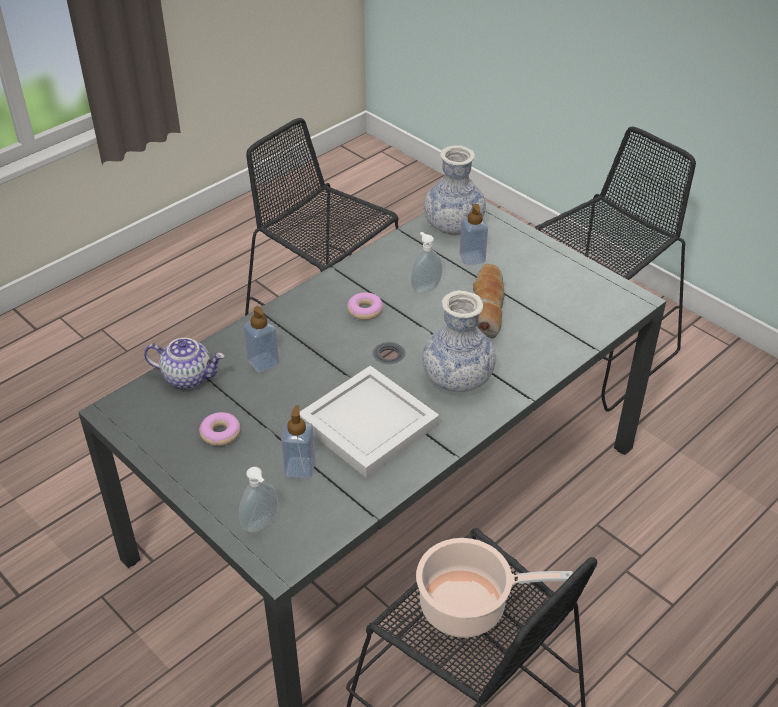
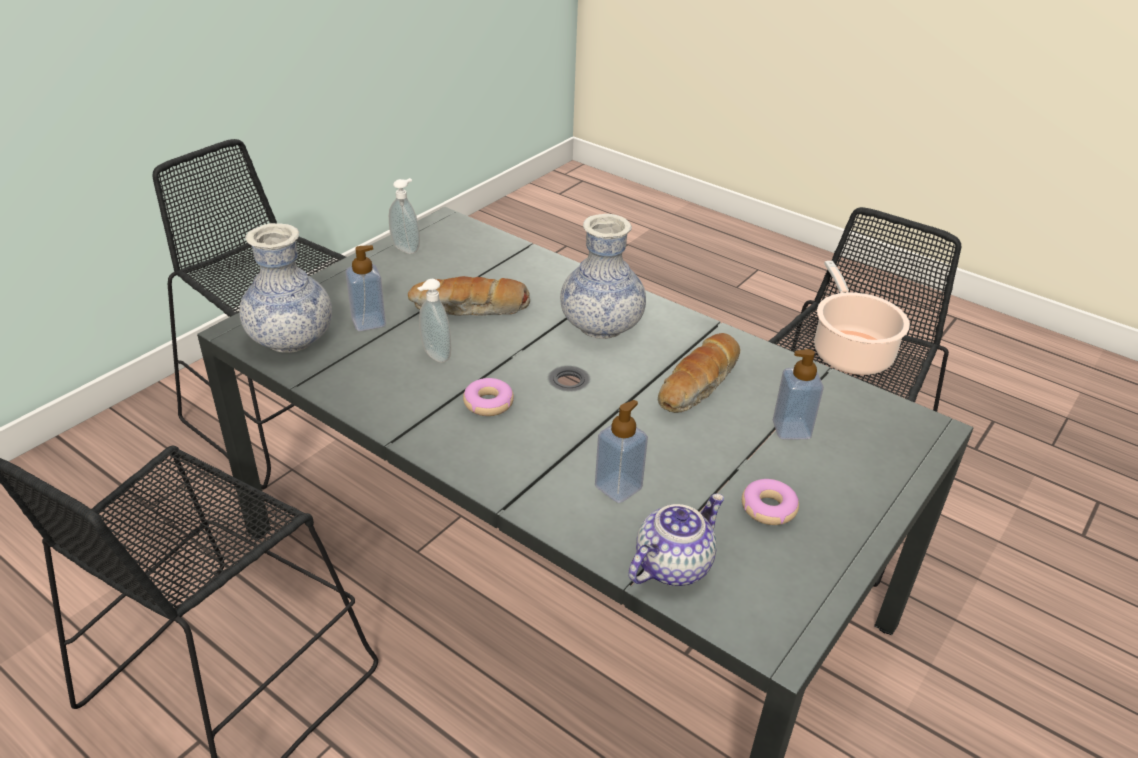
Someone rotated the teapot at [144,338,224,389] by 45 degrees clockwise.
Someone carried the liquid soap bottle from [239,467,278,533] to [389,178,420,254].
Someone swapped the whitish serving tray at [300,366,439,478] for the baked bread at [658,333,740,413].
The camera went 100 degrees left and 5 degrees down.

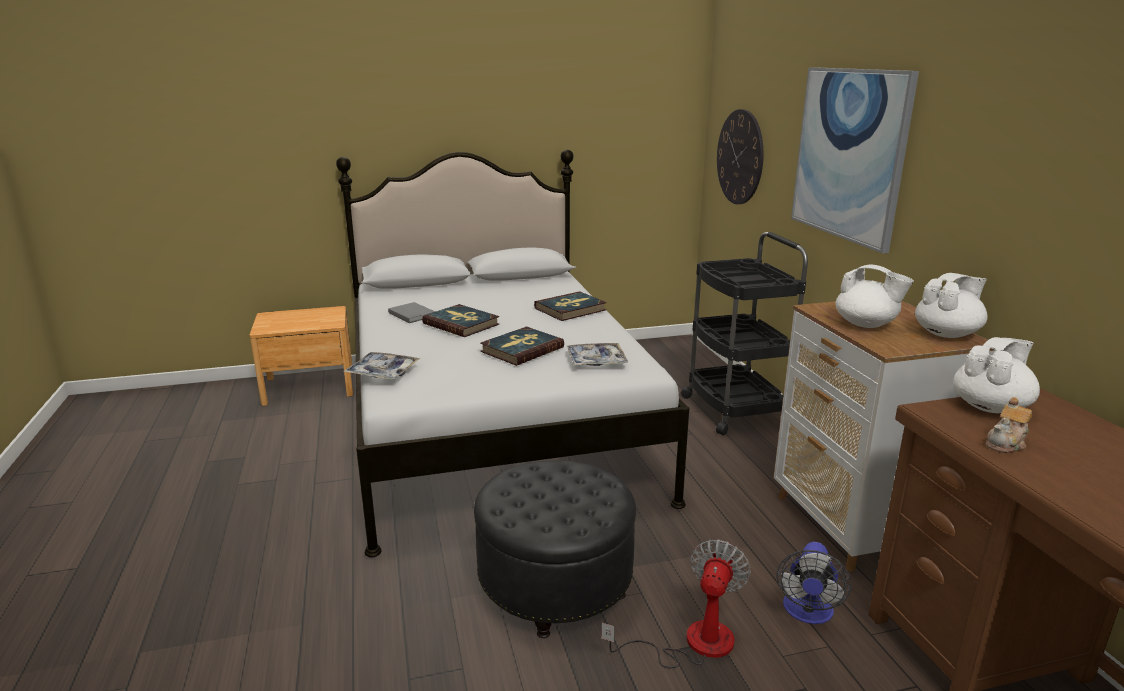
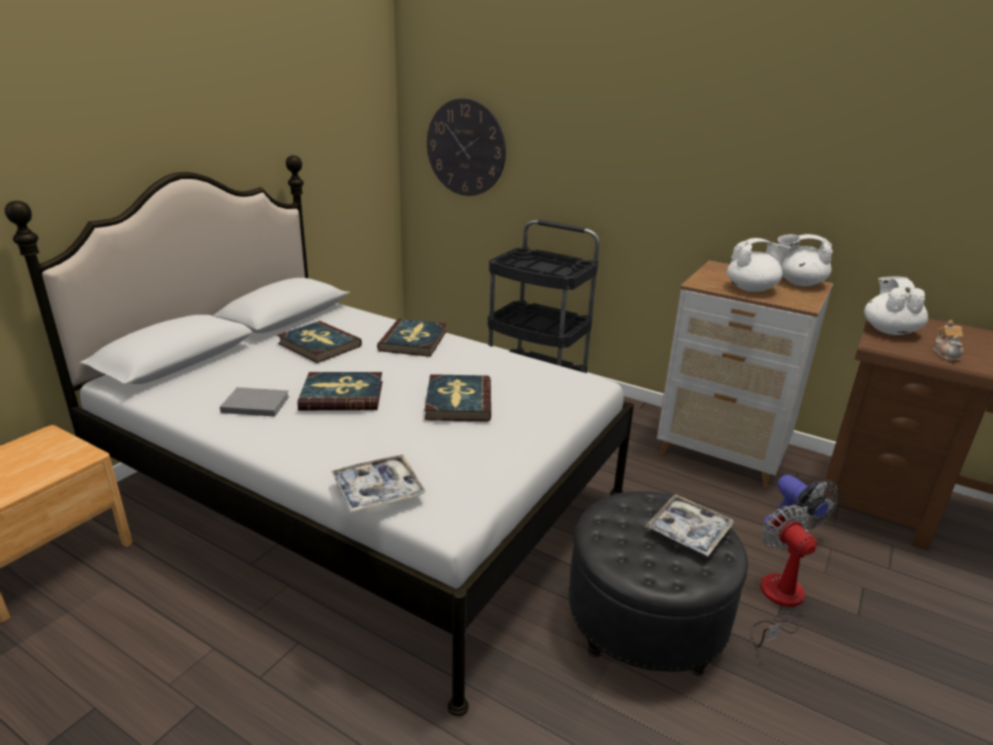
Someone carried the serving tray from [567,343,628,366] to [645,494,734,556].
Someone took away the wall picture at [791,67,919,254].
Someone rotated the whitish teapot at [915,273,988,338] by 90 degrees counterclockwise.
Someone put down the book at [277,321,362,363].
The camera went 45 degrees left and 5 degrees up.

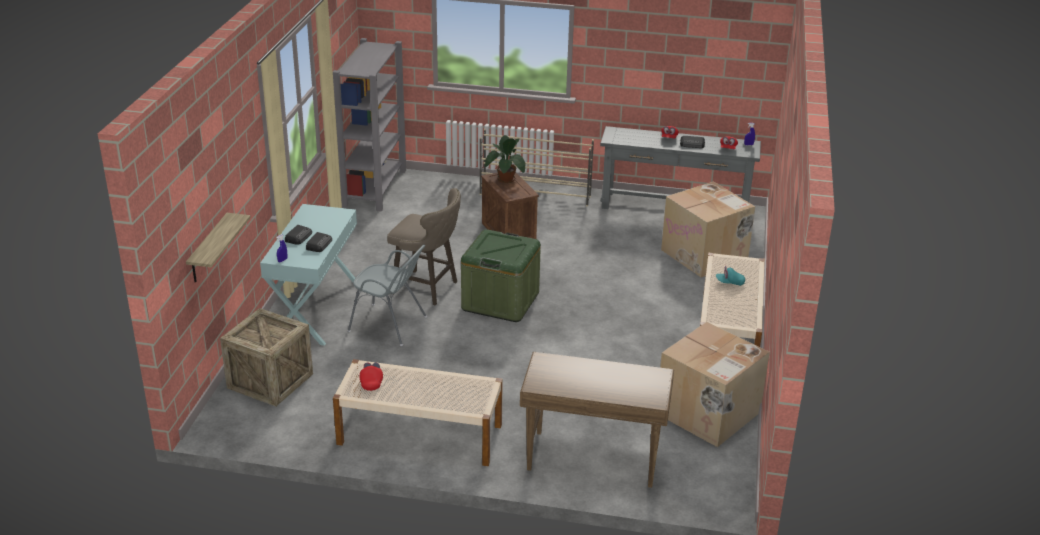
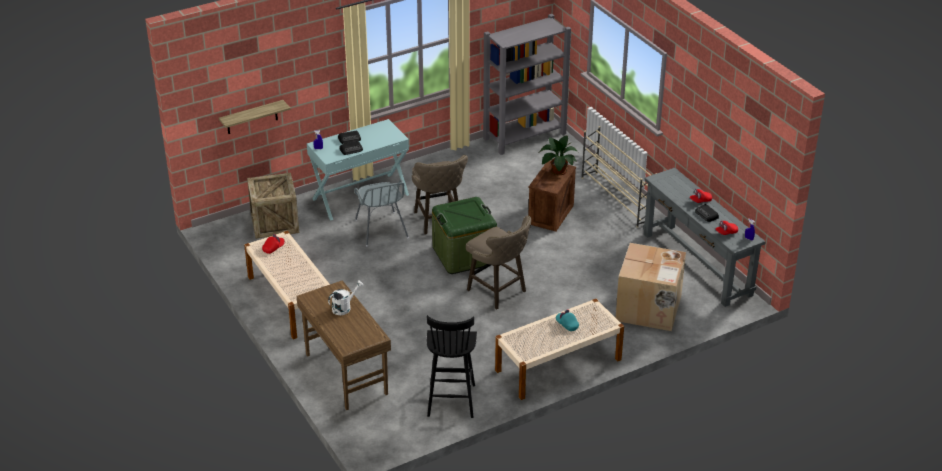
Someone swapped the carton at [660,322,770,447] for the blackish stool seat at [427,315,477,418].
Someone put down the whitish sprinkling can at [328,280,364,315].
Someone put down the beige stool seat at [466,216,531,309].
The camera went 50 degrees right and 5 degrees up.

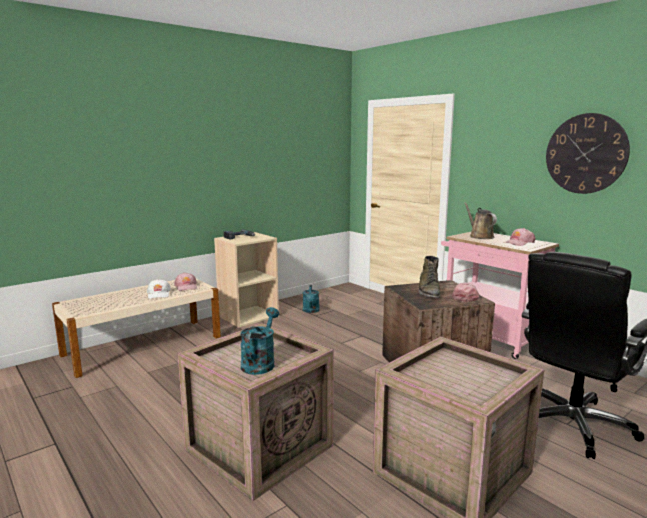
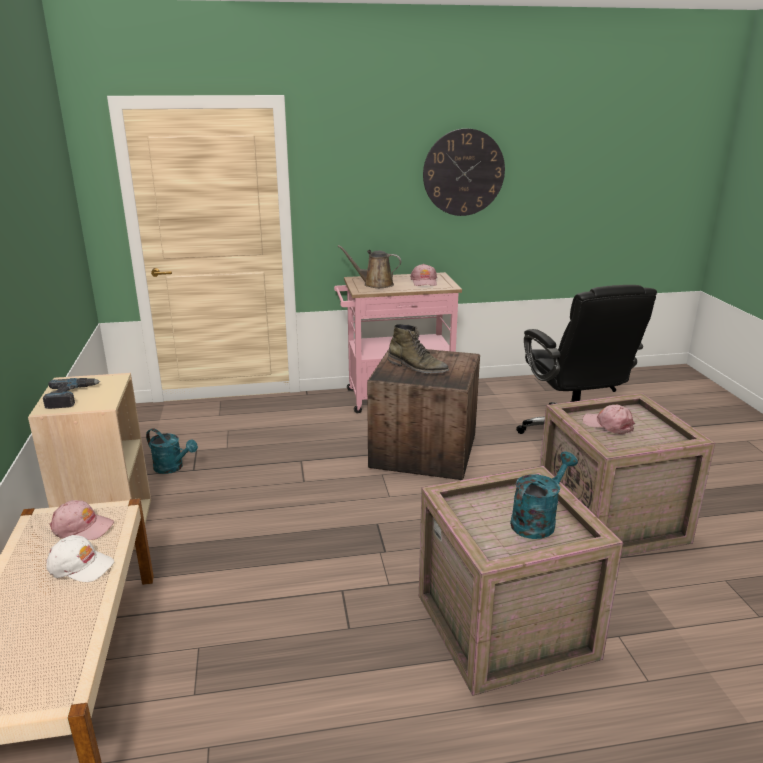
Someone rotated the turquoise-coloured sprinkling can at [240,307,279,375] by 90 degrees clockwise.
Someone carried the pink cap from [452,283,480,302] to [583,405,635,434].
The camera went 60 degrees left and 10 degrees up.

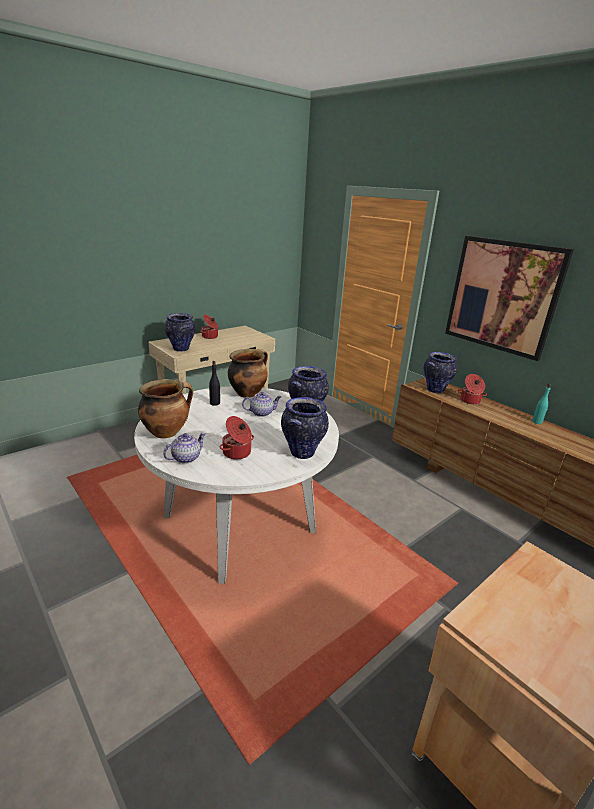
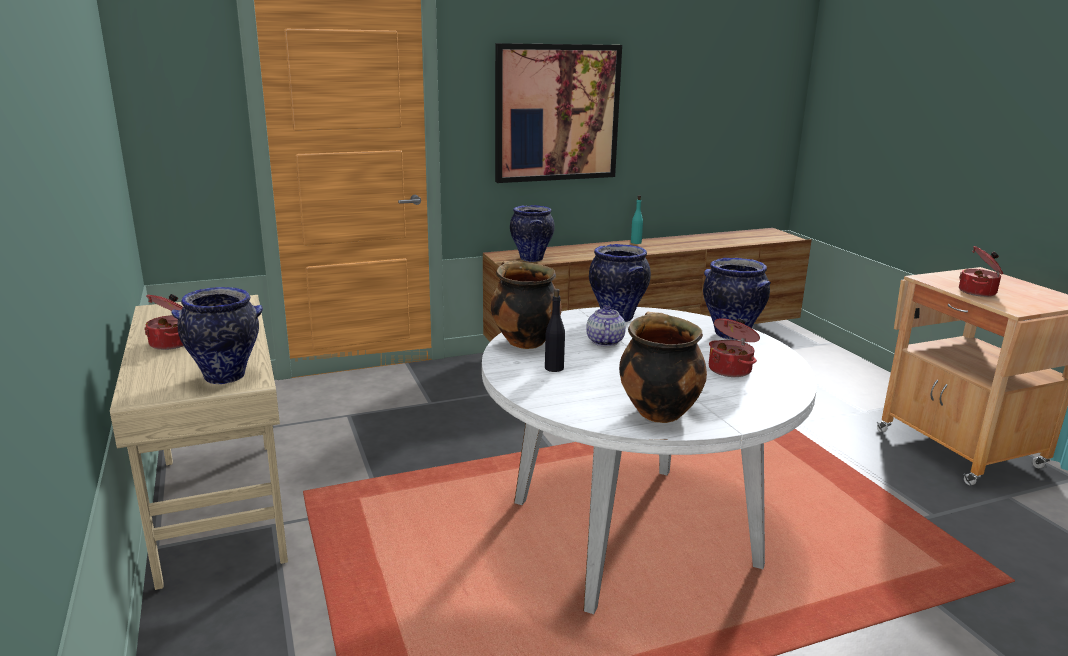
Someone took away the teapot at [163,432,206,463].
Someone carried the stockpot from [457,374,487,404] to [959,246,1003,297].
The camera went 70 degrees left and 5 degrees down.

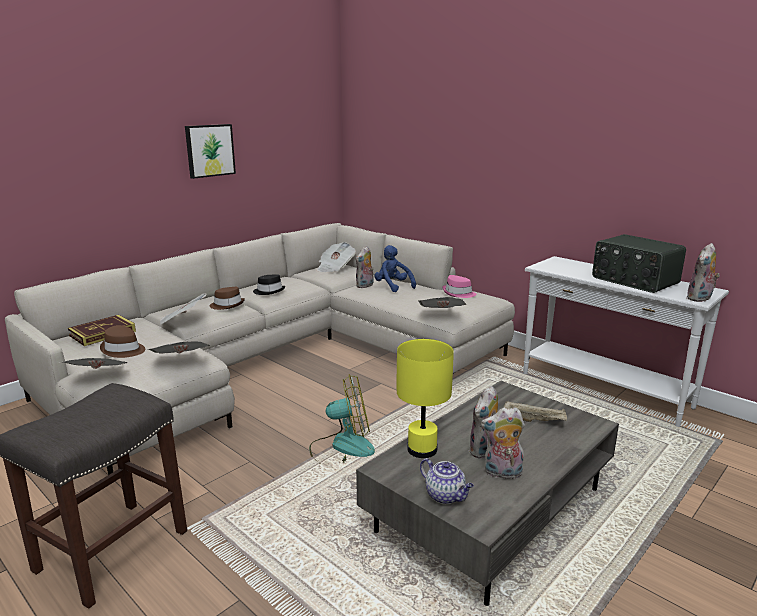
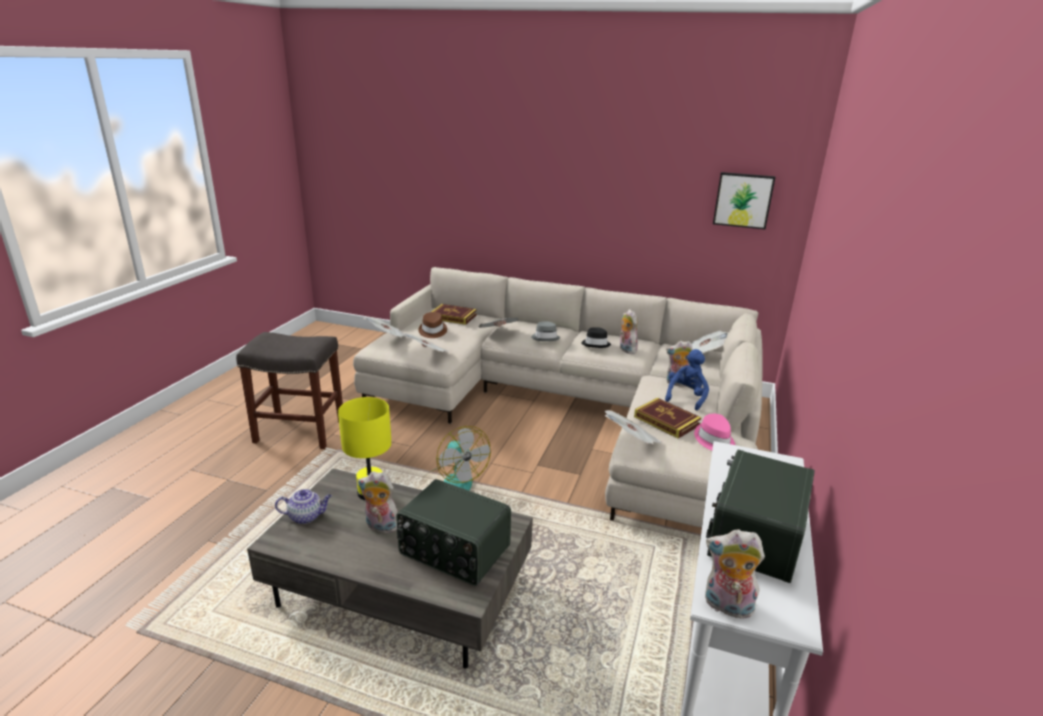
Someone carried the wall picture from [185,124,236,179] to [713,172,776,230].
Someone repainted the brown-coloured wearable hat at [209,287,245,310], which became the gray wearable hat at [531,321,560,341].
Someone rotated the teapot at [420,458,474,504] by 120 degrees counterclockwise.
Someone carried the cuddly toy from [481,407,525,479] to [620,309,638,354].
Someone swapped the beige serving tray at [503,401,567,422] for the radio at [396,479,511,586].
Someone put down the book at [634,398,701,439].
The camera went 65 degrees right and 5 degrees up.

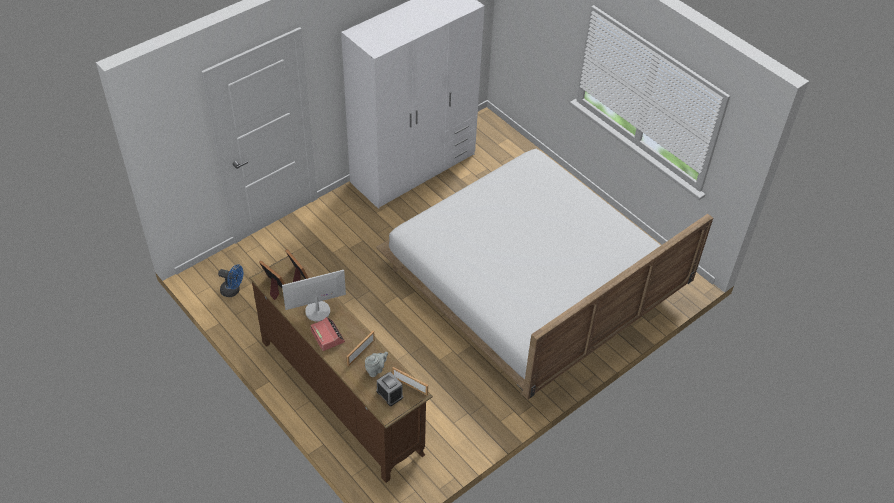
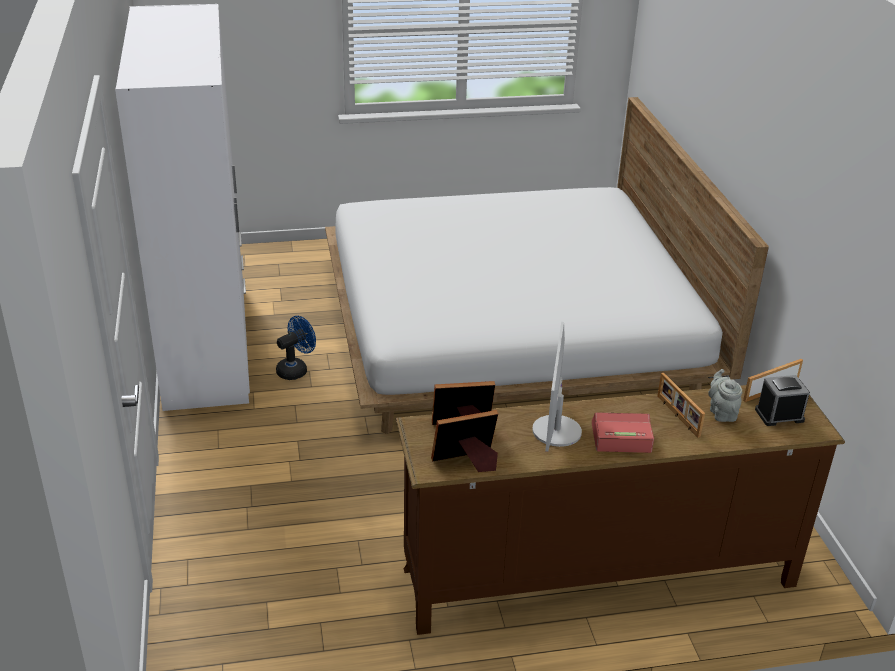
Someone carried the bluish cooling fan from [218,264,243,297] to [276,316,316,380].
The camera went 60 degrees left and 15 degrees down.

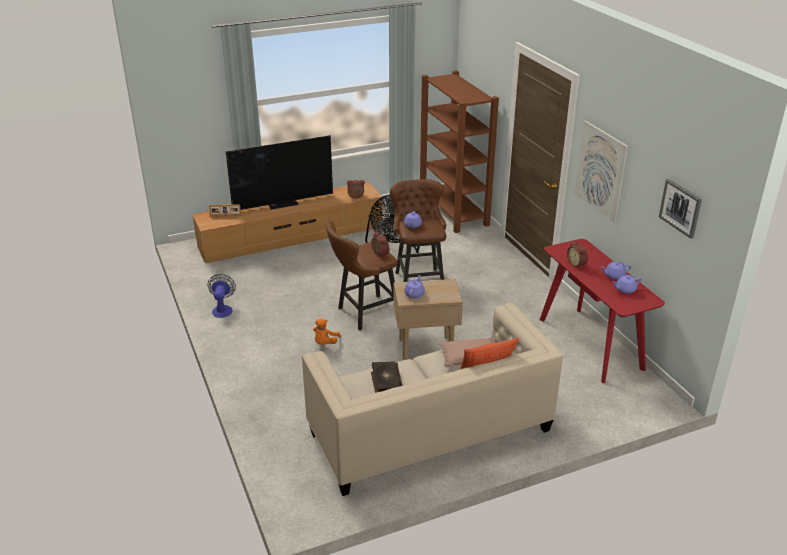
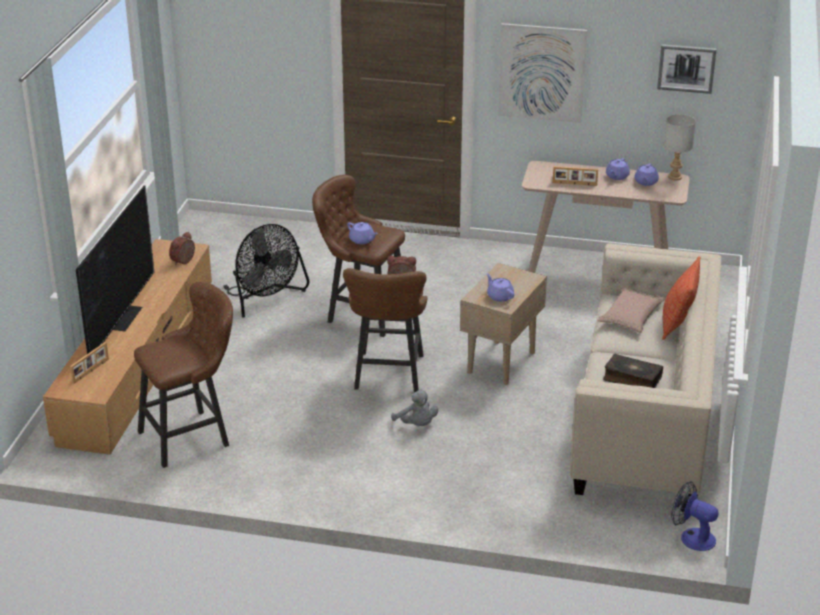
Someone carried the cooling fan from [208,274,236,318] to [671,482,719,551].
Someone repainted the orange cuddly toy at [313,318,341,345], which became the gray cuddly toy at [391,389,438,426].
Someone took away the brown-coloured bookcase at [420,70,499,233].
Someone repainted the red-coloured console table at [540,239,665,383], which became the beige console table at [522,161,690,273].
Someone swapped the table clock at [567,240,588,269] for the photo frame at [553,166,598,186].
Someone put down the brown-coloured stool seat at [134,282,233,468].
Someone put down the gray tabletop lamp at [664,114,696,180].
The camera went 55 degrees left and 0 degrees up.

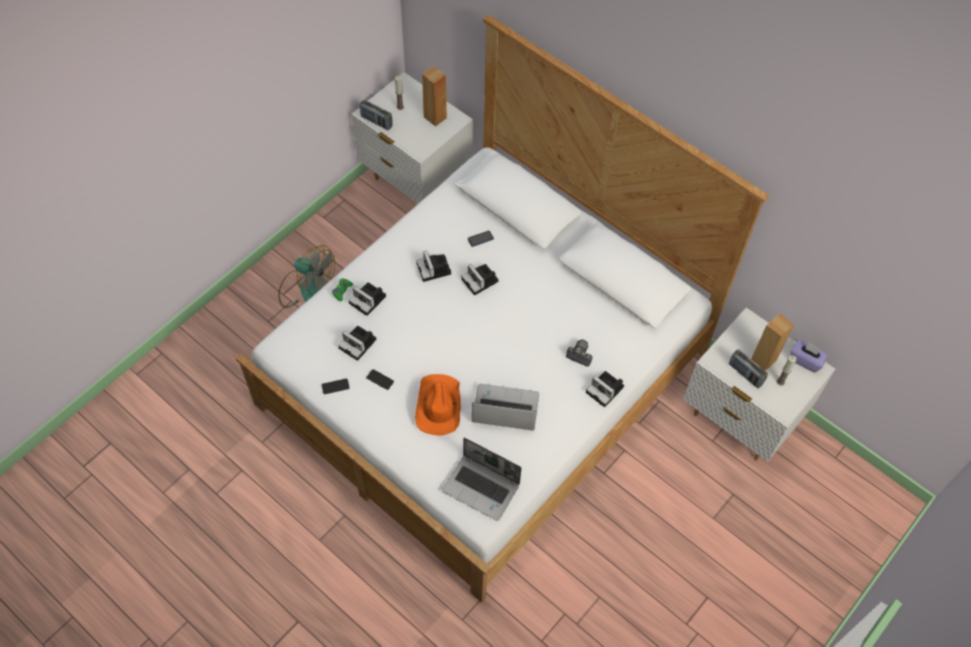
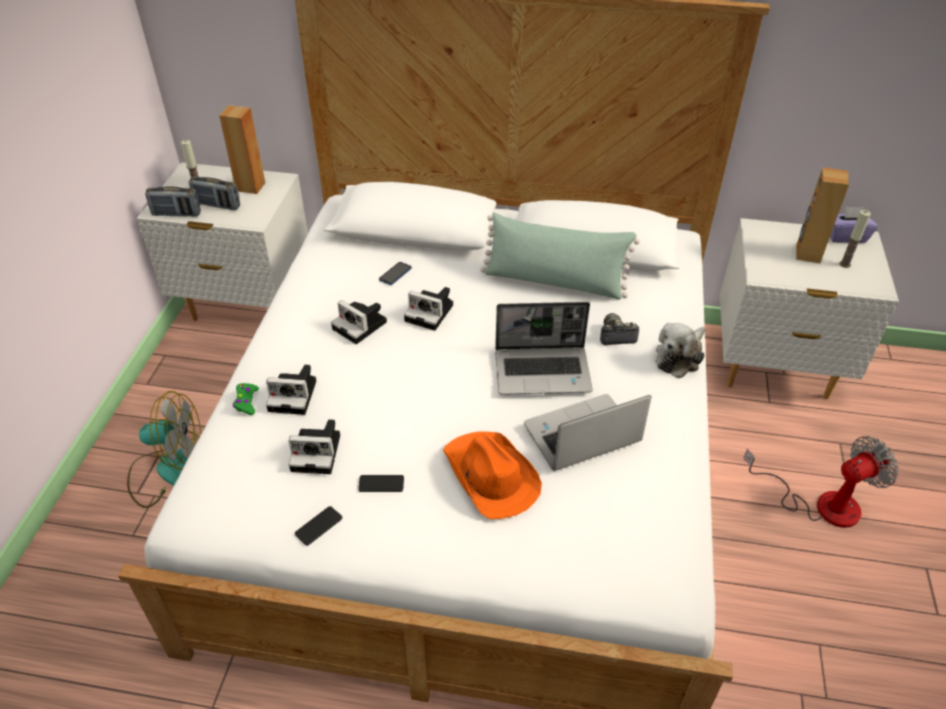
Someone carried the laptop from [442,437,522,521] to [495,302,593,395].
Someone swapped the still camera at [586,371,624,407] for the cuddly toy at [656,323,705,378].
Someone carried the radio from [729,349,768,388] to [189,176,240,210].
Someone put down the green cushion at [480,212,640,300].
Someone put down the cooling fan at [743,436,898,528].
The camera went 30 degrees left and 15 degrees down.

